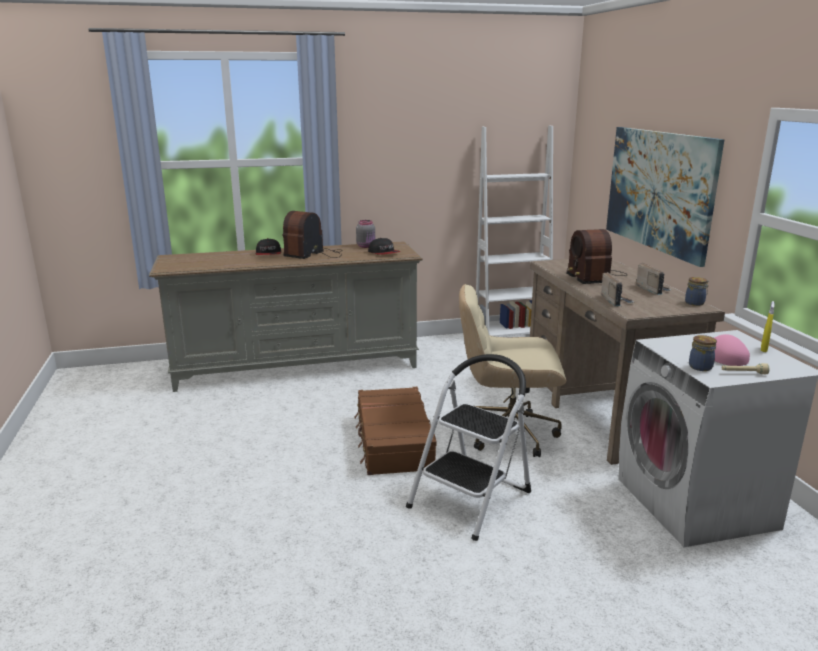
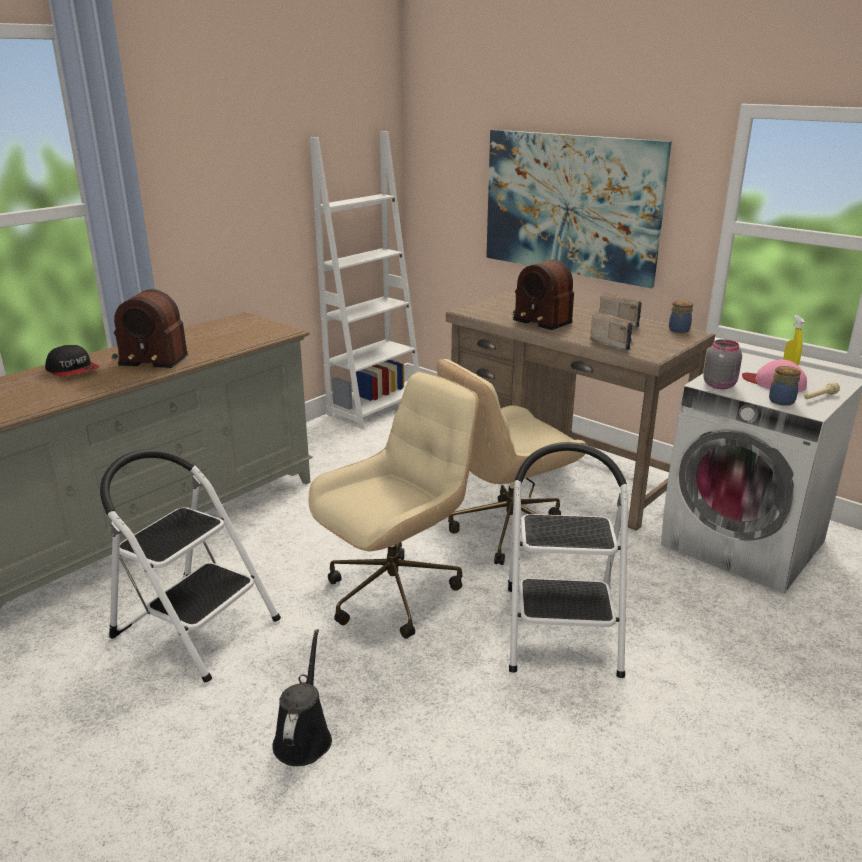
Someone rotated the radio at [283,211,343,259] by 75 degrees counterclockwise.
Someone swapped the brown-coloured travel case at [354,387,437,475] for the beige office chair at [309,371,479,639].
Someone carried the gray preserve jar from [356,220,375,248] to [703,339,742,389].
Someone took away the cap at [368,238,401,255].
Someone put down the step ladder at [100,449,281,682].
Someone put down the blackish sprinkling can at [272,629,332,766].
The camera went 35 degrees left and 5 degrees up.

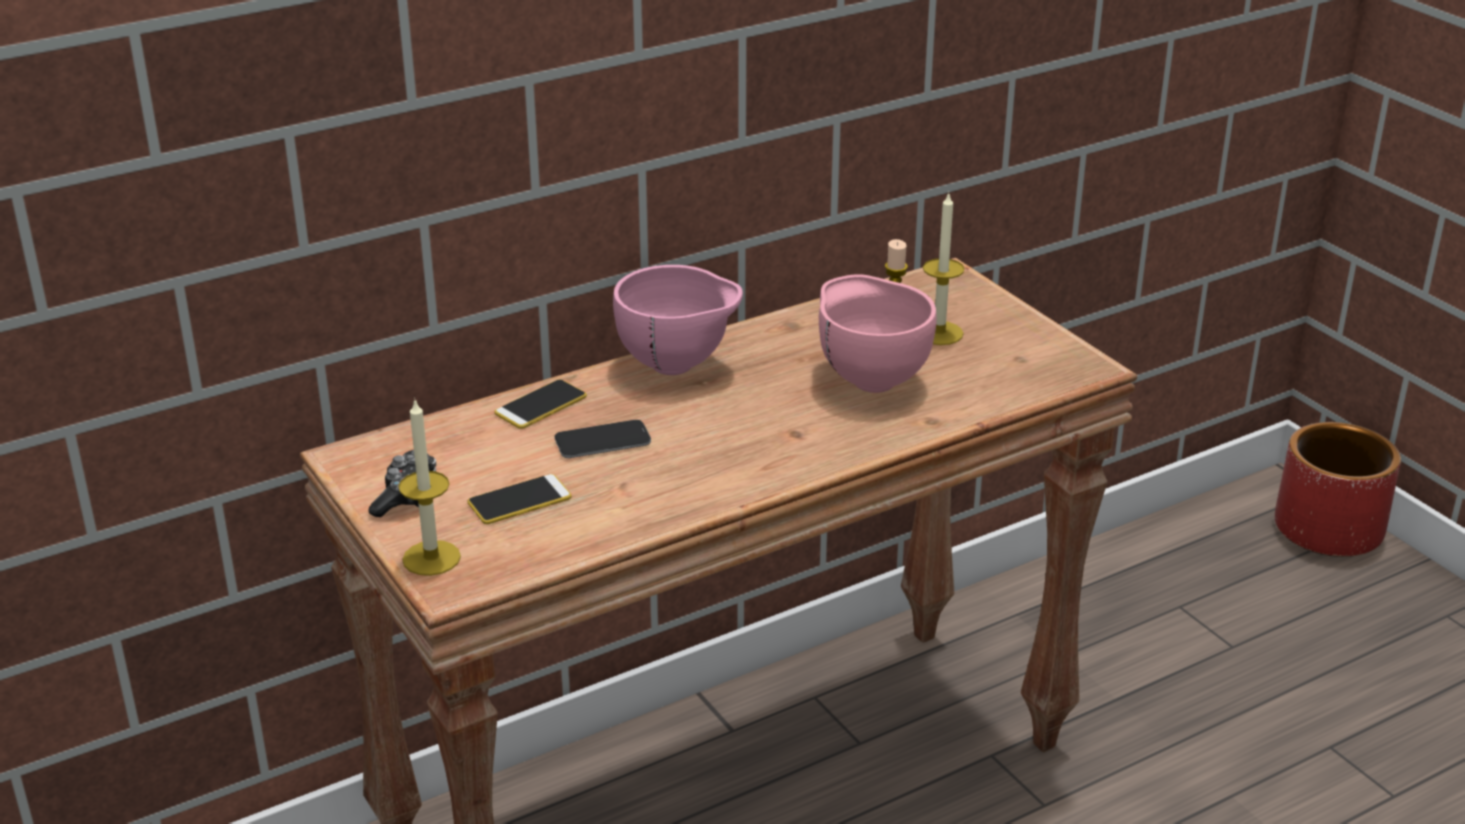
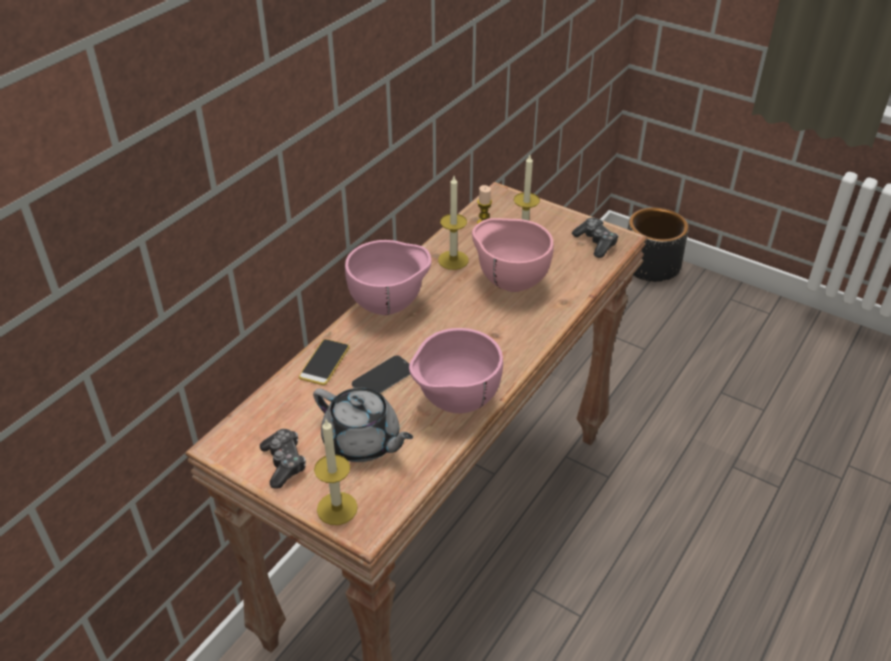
Someone swapped the handset at [467,474,572,524] for the gray teapot at [313,388,413,462].
Someone repainted the red-coloured planter at [1275,422,1401,557], which became the blackish planter at [628,207,689,282].
Someone put down the pink deep dish at [409,328,503,413].
Someone put down the wax light at [438,176,469,270].
Someone put down the joypad at [572,218,618,258].
The camera went 25 degrees left and 10 degrees up.

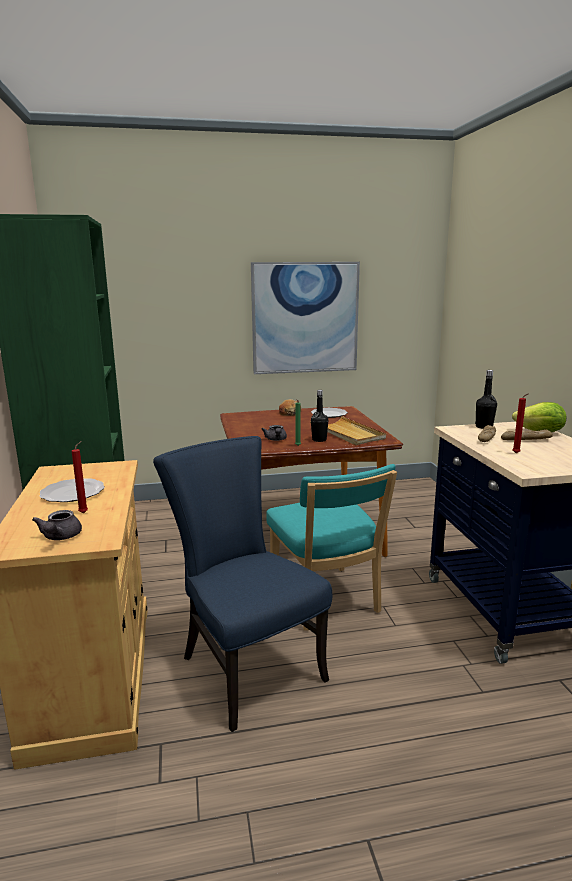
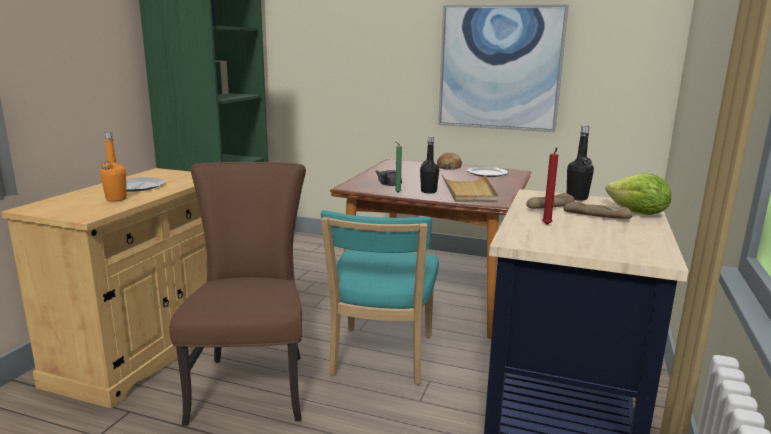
Someone took away the gray teapot at [32,510,82,540].
Someone swapped the red-coloured wax light at [72,441,88,514] for the orange bottle at [100,131,127,201].
Someone repainted the bluish plain chair at [153,436,332,732], which became the brown-coloured plain chair at [169,162,306,426].
The camera went 30 degrees right and 0 degrees up.

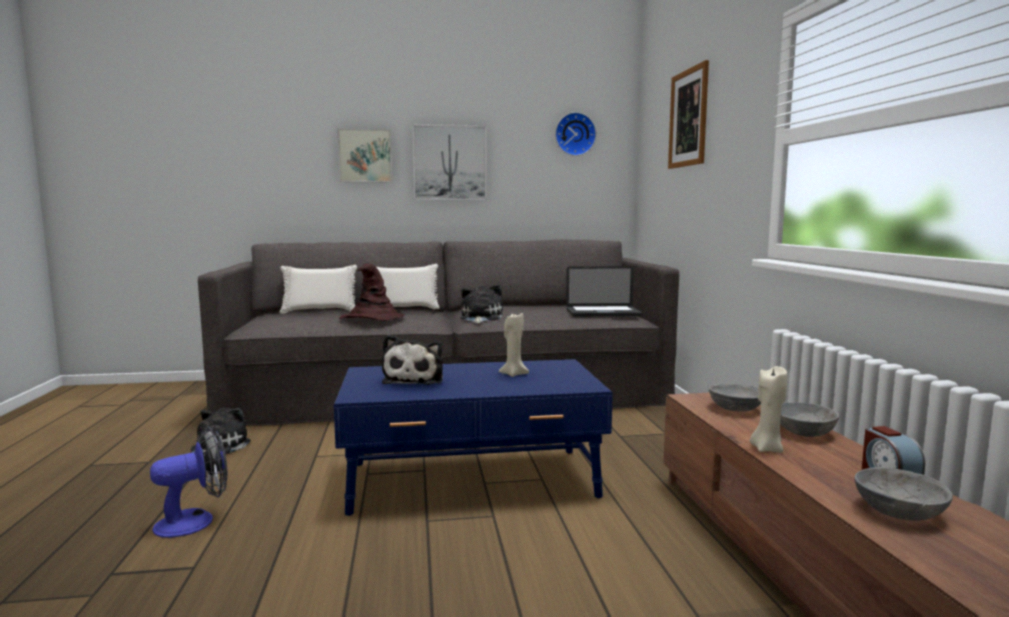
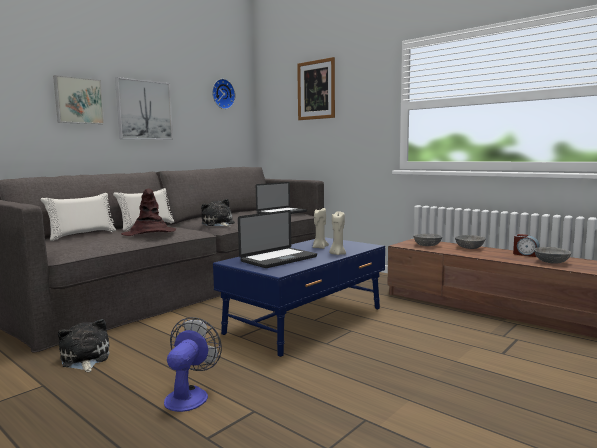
Someone swapped the cuddly toy at [382,334,443,385] for the laptop at [238,210,317,268].
Someone carried the beige wax light from [750,366,787,453] to [329,211,346,255].
The camera went 40 degrees left and 0 degrees up.

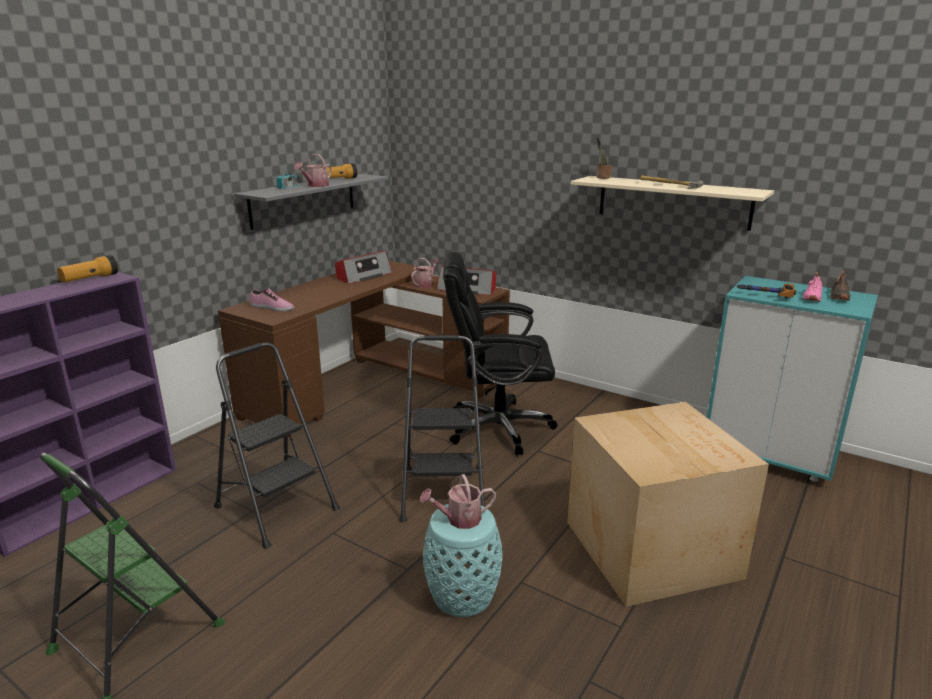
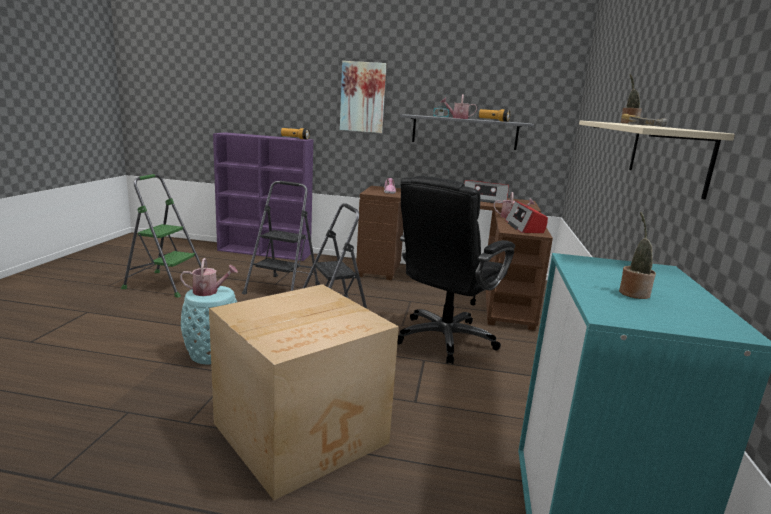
Someone rotated the sprinkling can at [420,474,496,529] by 120 degrees clockwise.
Someone rotated the blackish office chair at [443,252,558,456] by 120 degrees counterclockwise.
Someone took away the tool hammer at [736,284,796,298].
Someone swapped the pink item of footwear at [802,272,822,302] for the potted plant at [619,212,656,299].
Someone took away the blackish item of footwear at [830,271,850,301].
Someone put up the wall picture at [340,61,386,133].
The camera went 65 degrees right and 5 degrees down.

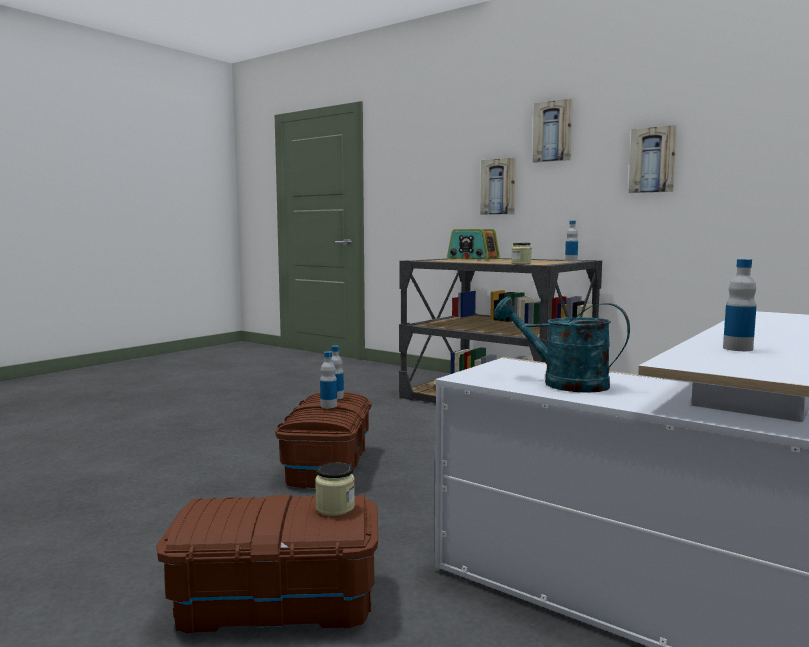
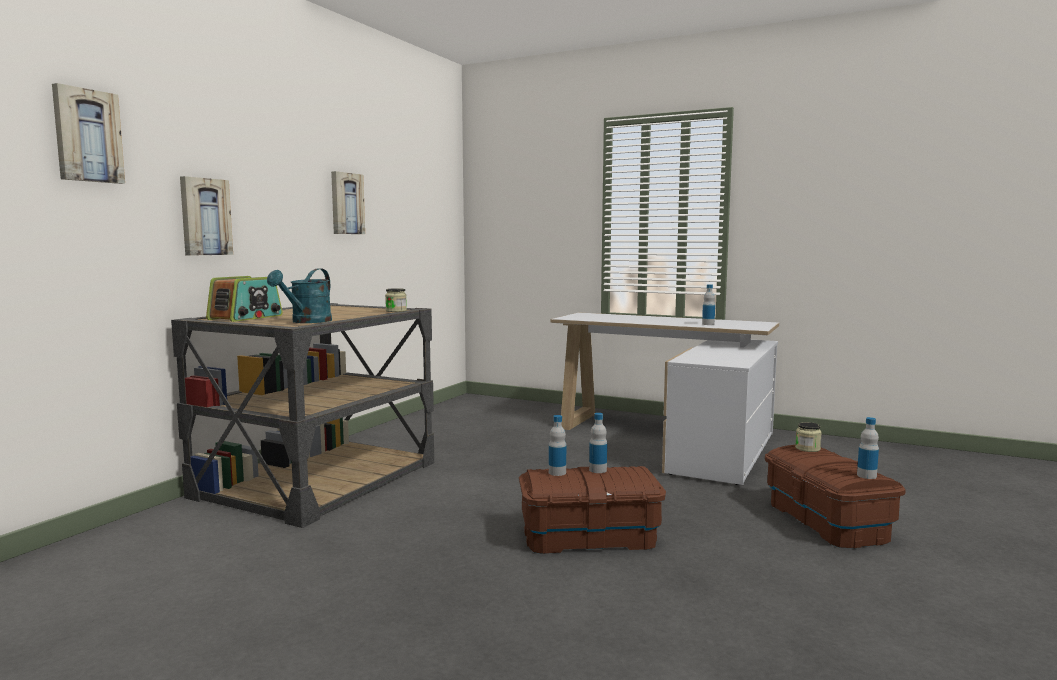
Someone carried the turquoise-coloured sprinkling can from [494,296,630,393] to [267,268,332,323].
Someone carried the wall picture from [532,99,573,163] to [52,83,125,184].
Someone carried the bottle from [565,221,578,261] to [857,417,879,479].
The camera went 100 degrees left and 0 degrees up.

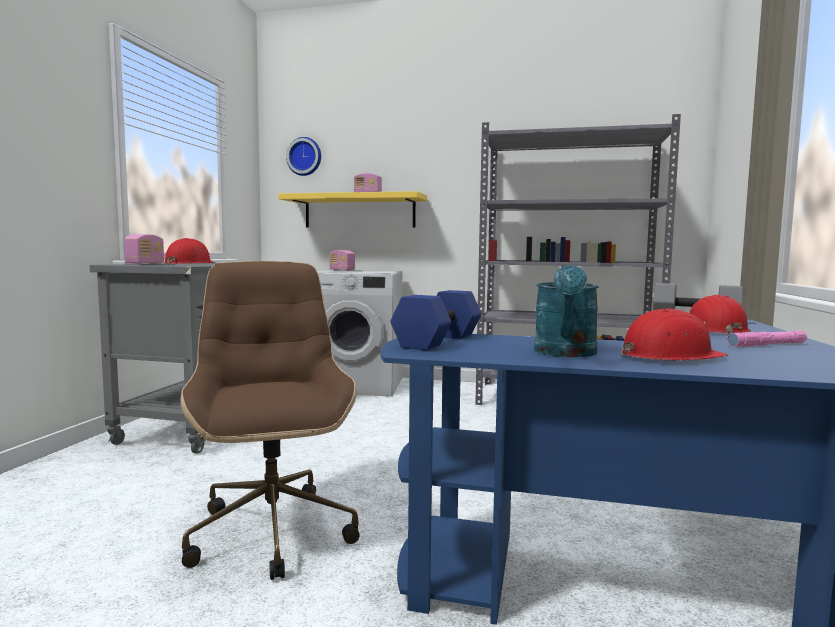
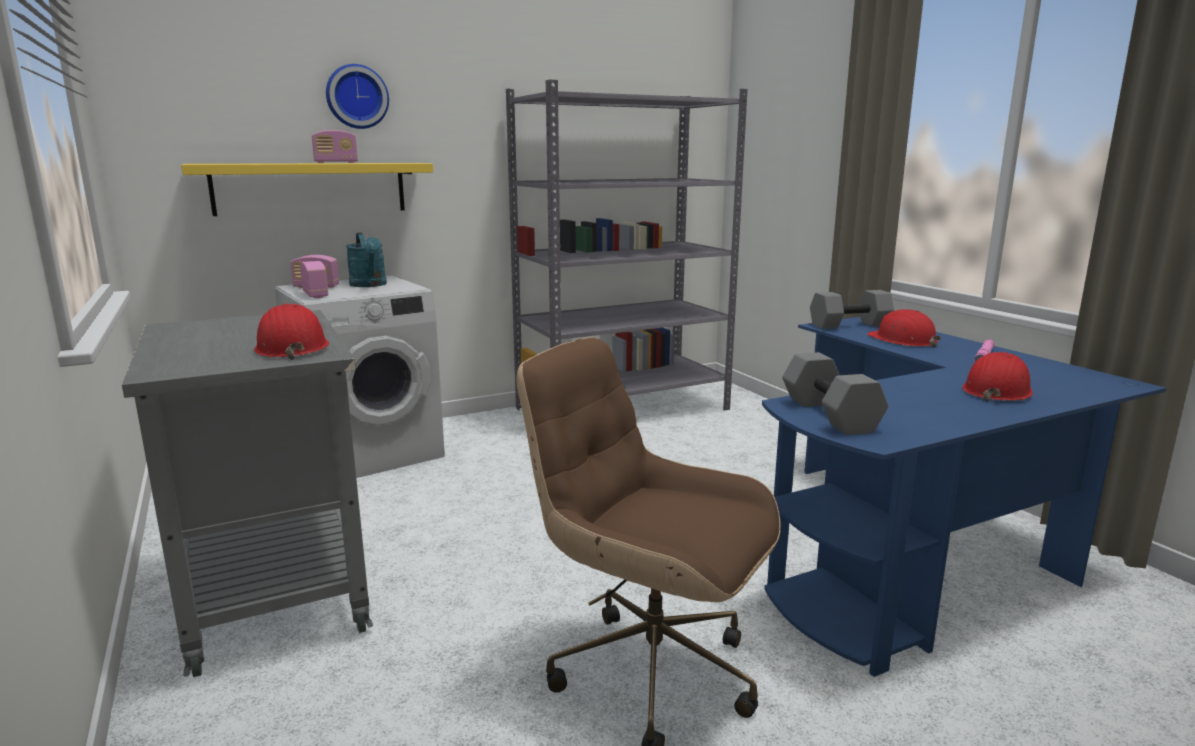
Someone carried the radio from [124,234,164,265] to [300,261,328,298].
Someone carried the clock on the wall from [286,137,321,176] to [326,64,389,129].
Someone repainted the bluish hand weight at [391,290,482,350], which became the gray hand weight at [782,352,888,435].
Someone carried the turquoise-coloured sprinkling can from [534,265,599,357] to [346,232,387,287].
The camera went 40 degrees left and 10 degrees up.

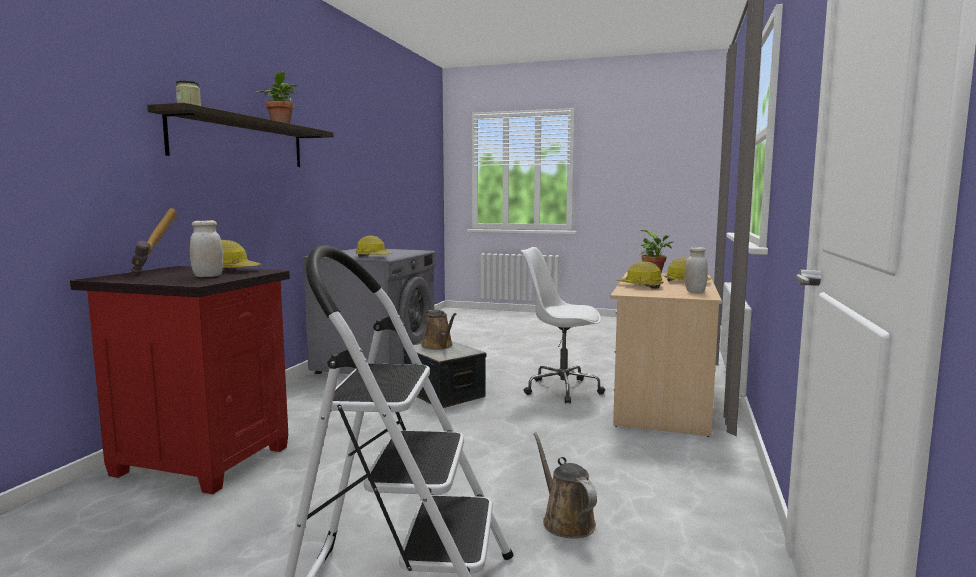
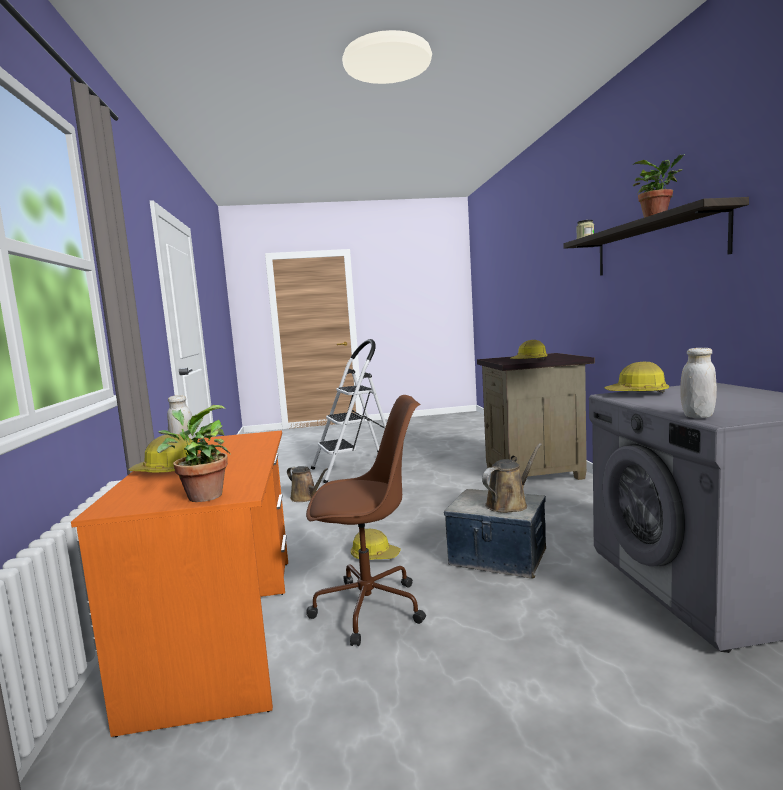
Someone repainted the red-coloured cabinet at [70,266,290,494], which became the beige cabinet at [477,353,595,480].
Someone took away the tool hammer at [131,208,177,275].
Someone carried the whitish preserve jar from [190,220,223,277] to [680,348,717,418].
Someone rotated the brown-coloured sprinkling can at [421,310,456,350] by 105 degrees clockwise.
Someone repainted the whitish office chair at [521,247,605,404], which became the brown-coloured office chair at [306,395,426,646].
Someone repainted the beige desk at [610,272,722,437], which became the orange desk at [71,430,288,737].
Someone carried the hard hat from [617,261,663,289] to [351,529,401,560].
The camera went 155 degrees right and 0 degrees up.

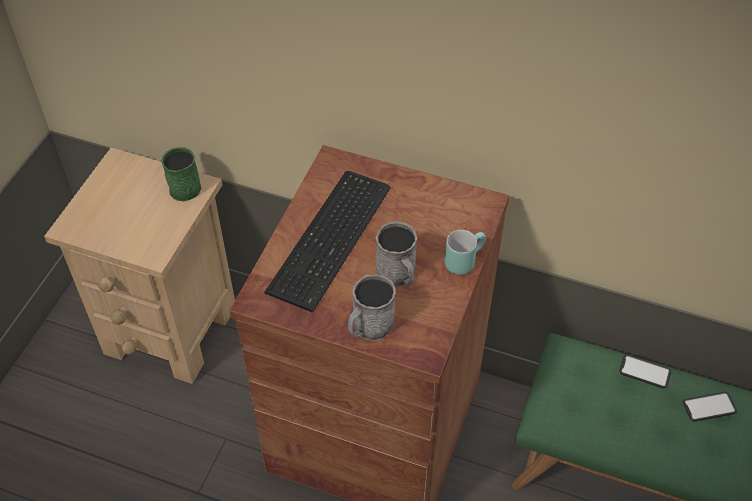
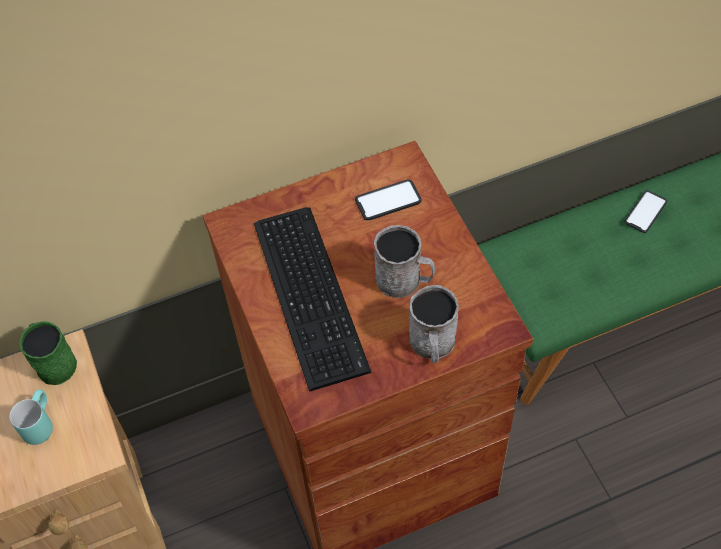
Someone carried the turquoise-coloured coffee mug from [445,230,486,275] to [10,389,53,445].
Someone carried the handset from [619,355,671,388] to [355,180,422,220].
The camera went 40 degrees left and 5 degrees up.

